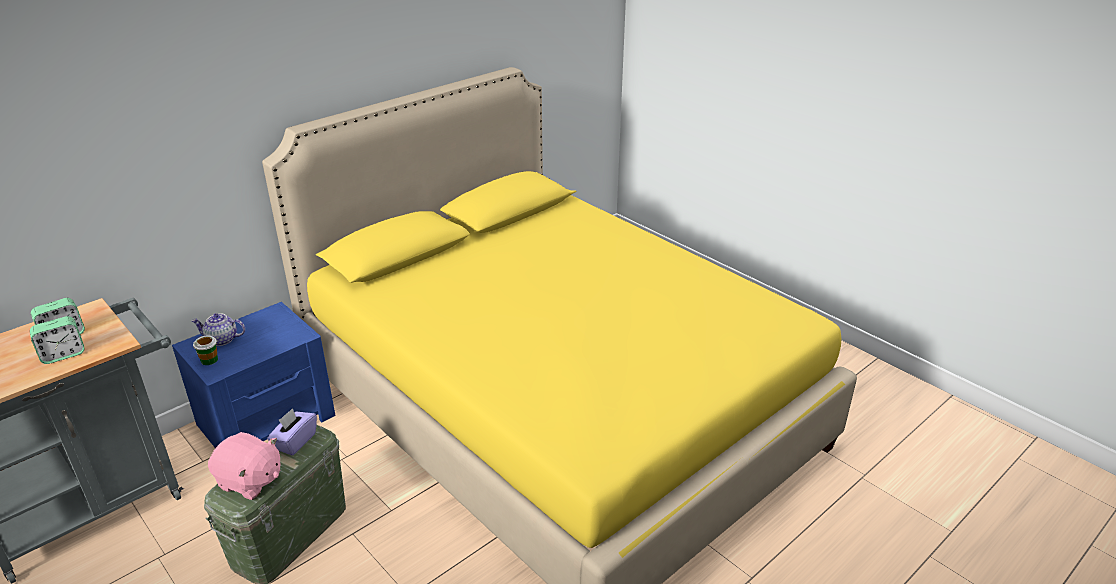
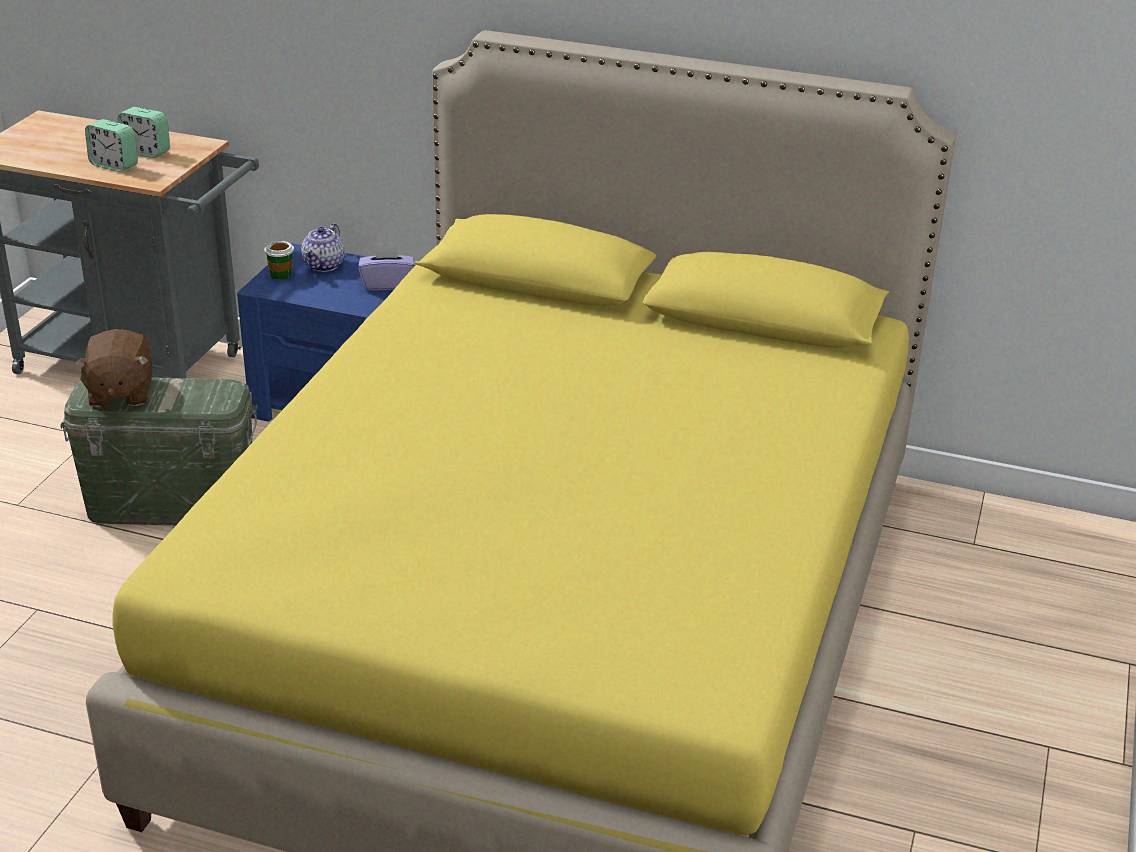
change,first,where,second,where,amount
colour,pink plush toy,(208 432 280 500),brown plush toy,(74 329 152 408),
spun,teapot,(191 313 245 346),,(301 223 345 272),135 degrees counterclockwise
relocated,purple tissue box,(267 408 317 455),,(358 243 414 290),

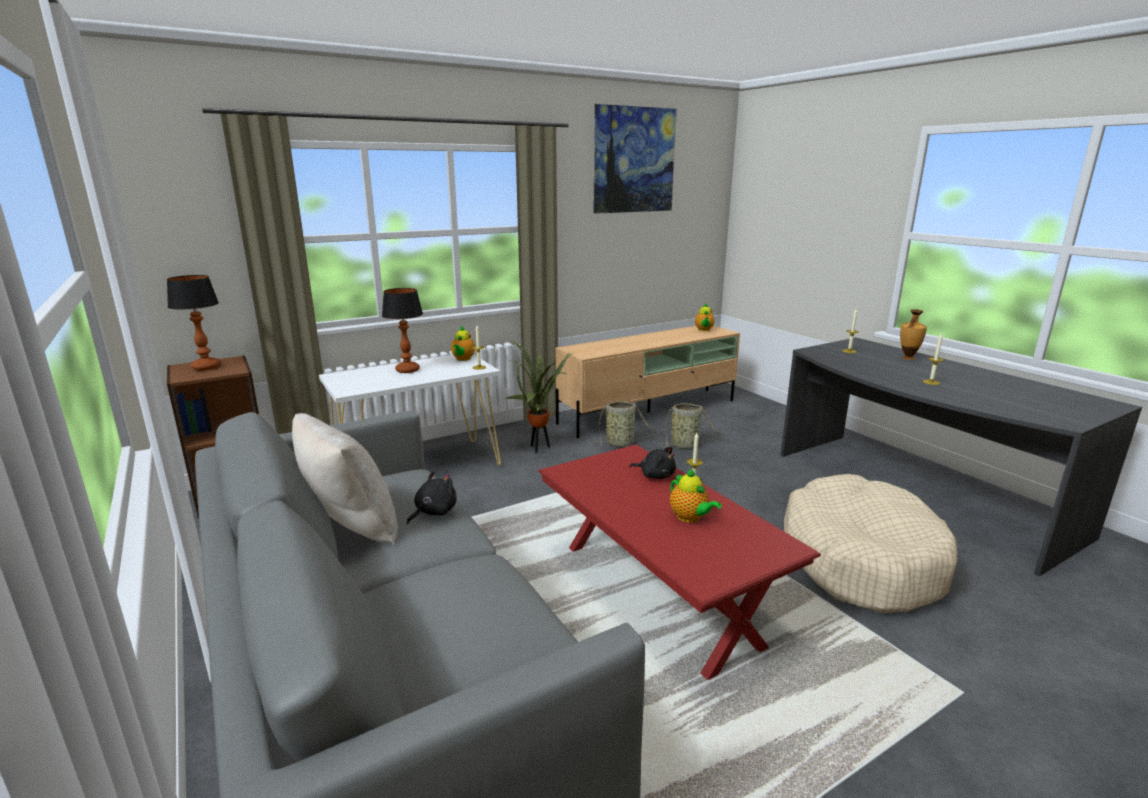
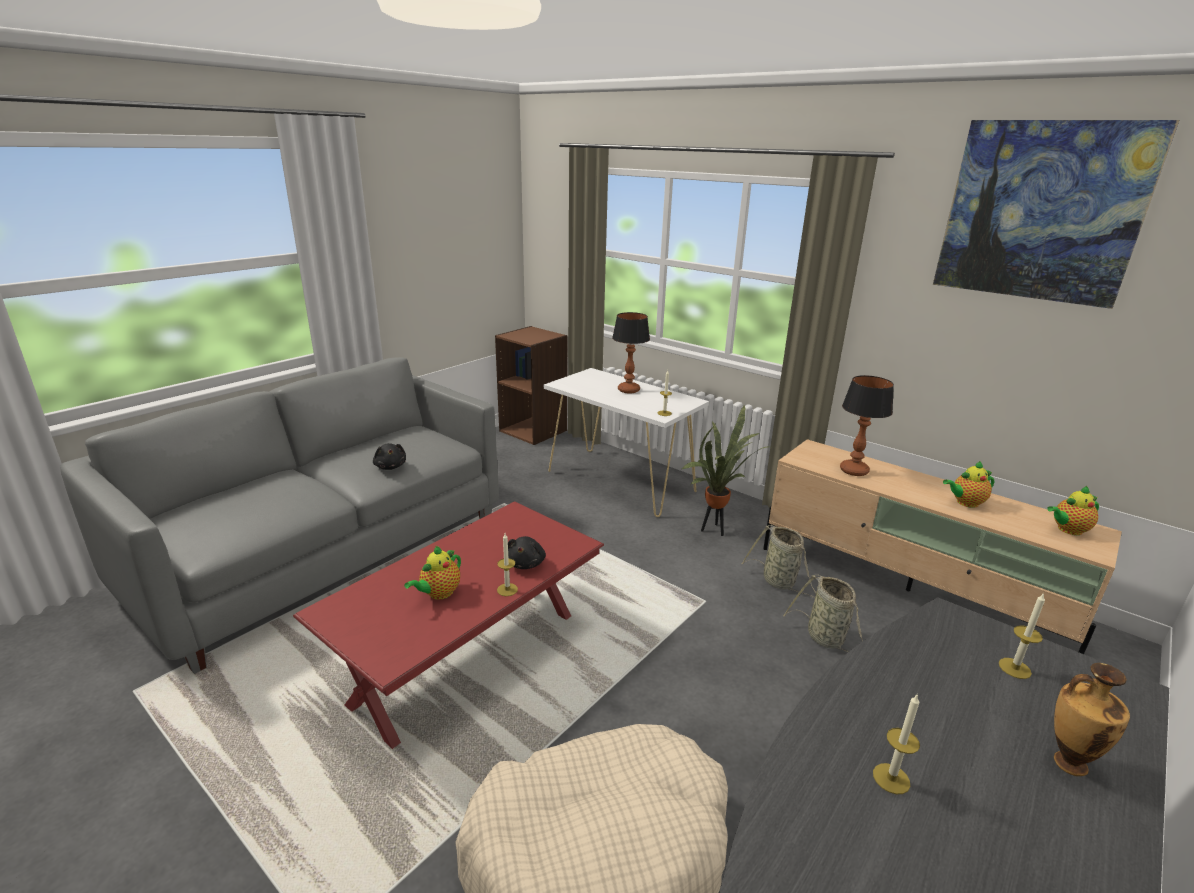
change,first,where,second,where,amount
spun,black plush toy,(407 471 457 524),,(373 443 406 470),45 degrees clockwise
relocated,table lamp,(167 275 221 370),,(840 375 894 476),
relocated,teapot,(451 325 475 361),,(943 461 994 508),
missing,beige pillow,(292 413 398 546),,,

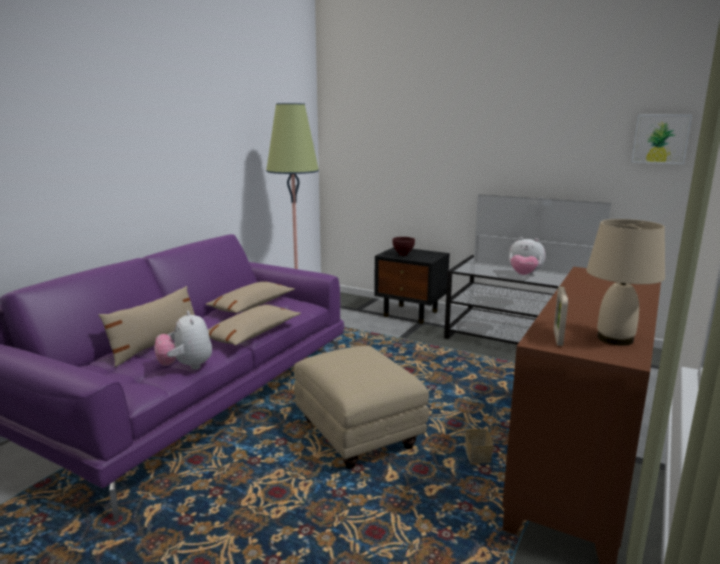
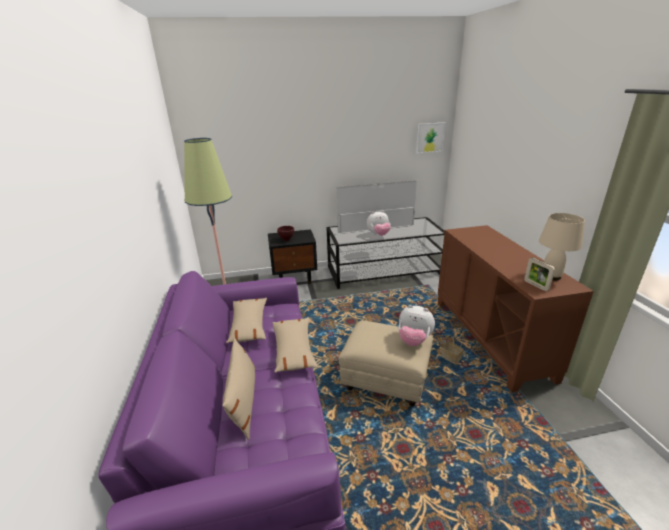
change,first,where,second,where,amount
relocated,plush toy,(154 311 212 370),,(398 305 435 346),

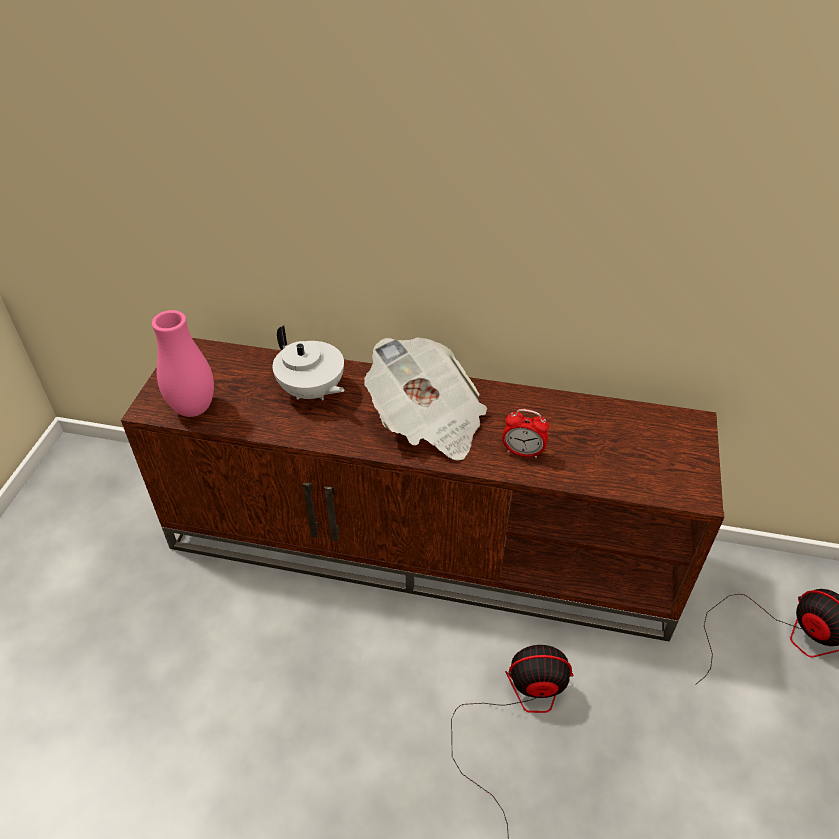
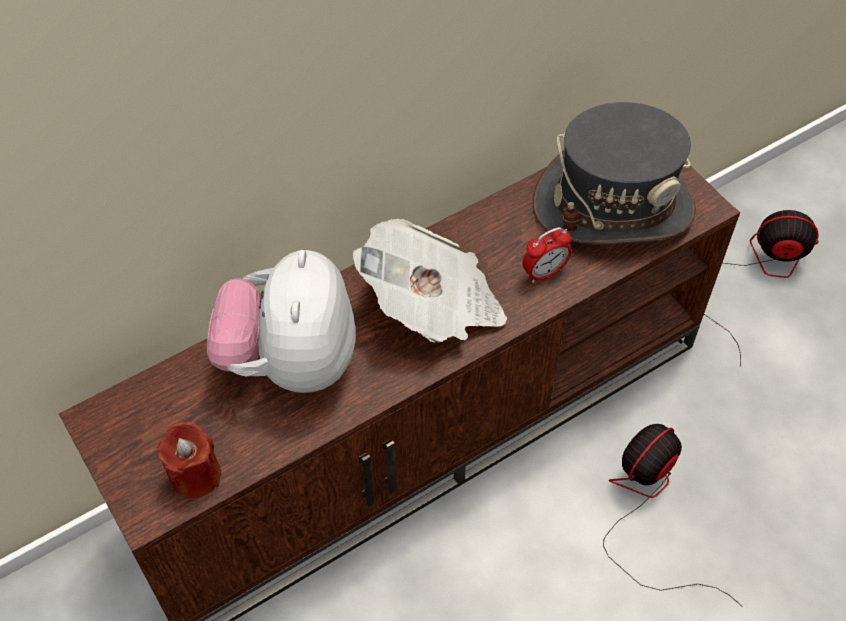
change,first,where,second,where,amount
exchanged,pink vase,(152 310 214 417),red candle,(157 422 221 498),
exchanged,white teapot,(273 325 345 401),plush toy,(207 250 356 393),
appeared,,,grey hat,(533 102 696 245),

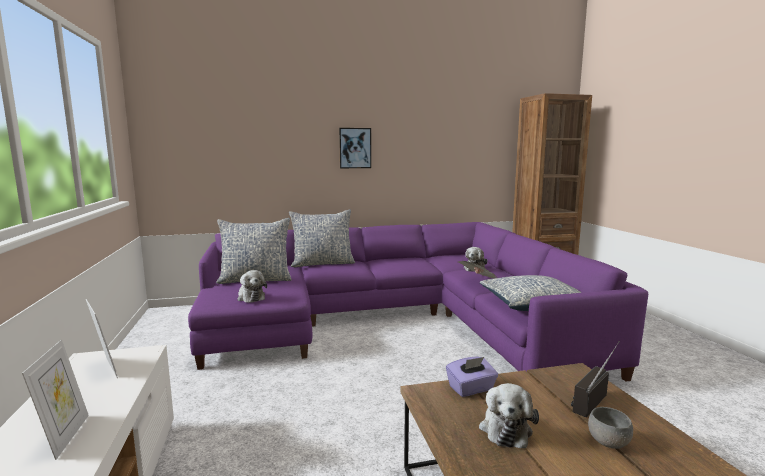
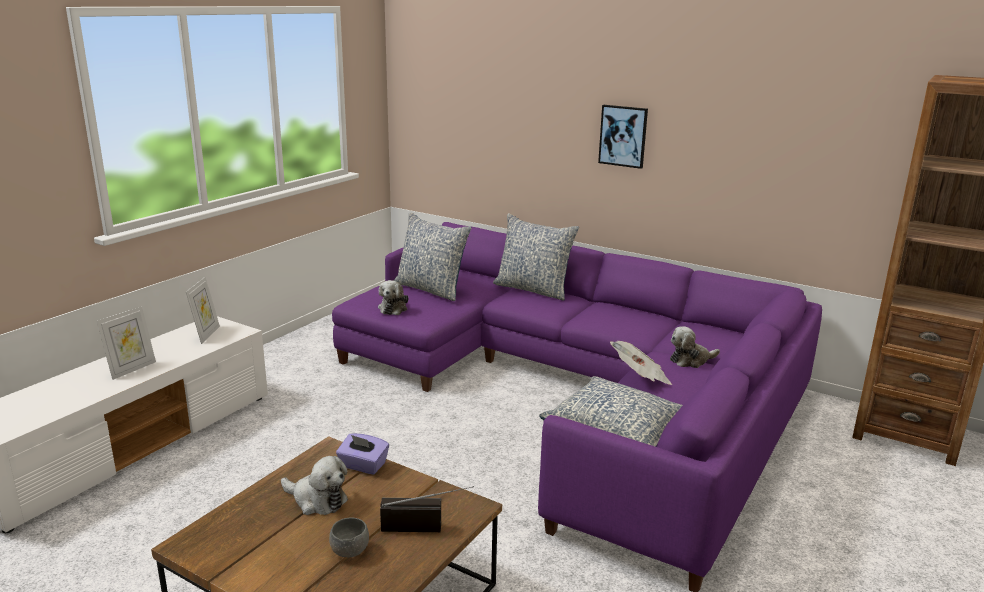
change,first,where,second,where,amount
spun,plush toy,(479 383 539 449),,(281 456 348 515),120 degrees counterclockwise

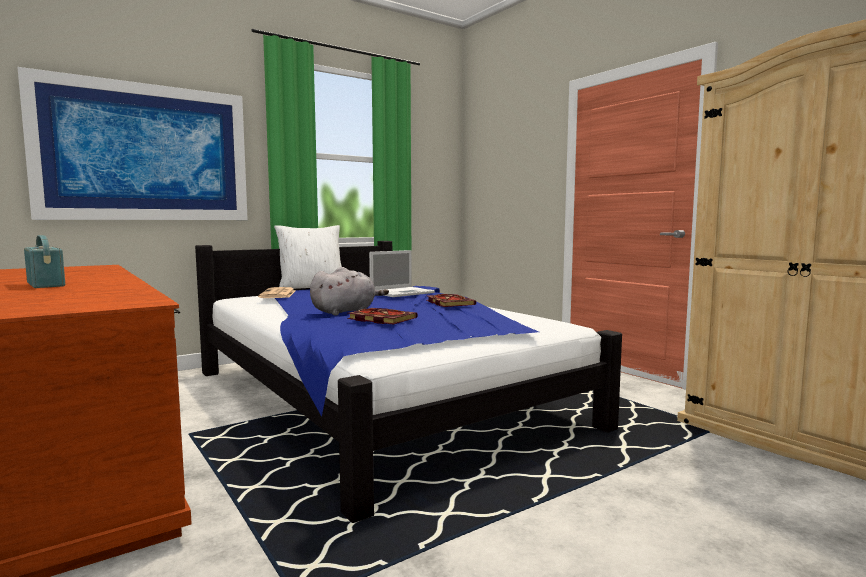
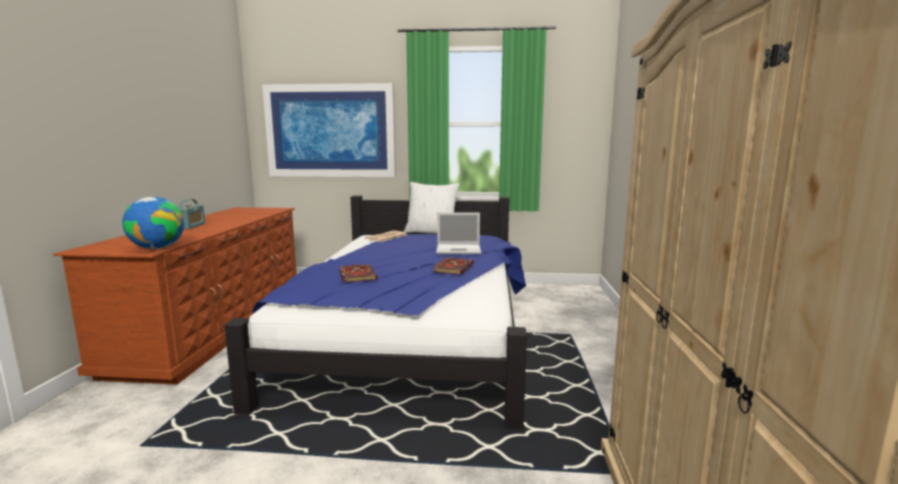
change,first,where,second,where,amount
appeared,,,globe,(122 197 184 249),
missing,grey plush toy,(310 267 389 315),,,

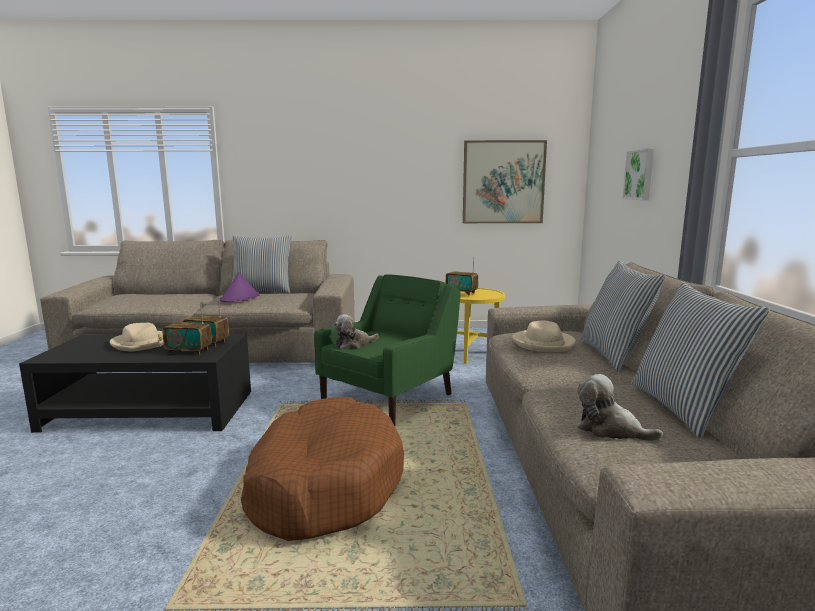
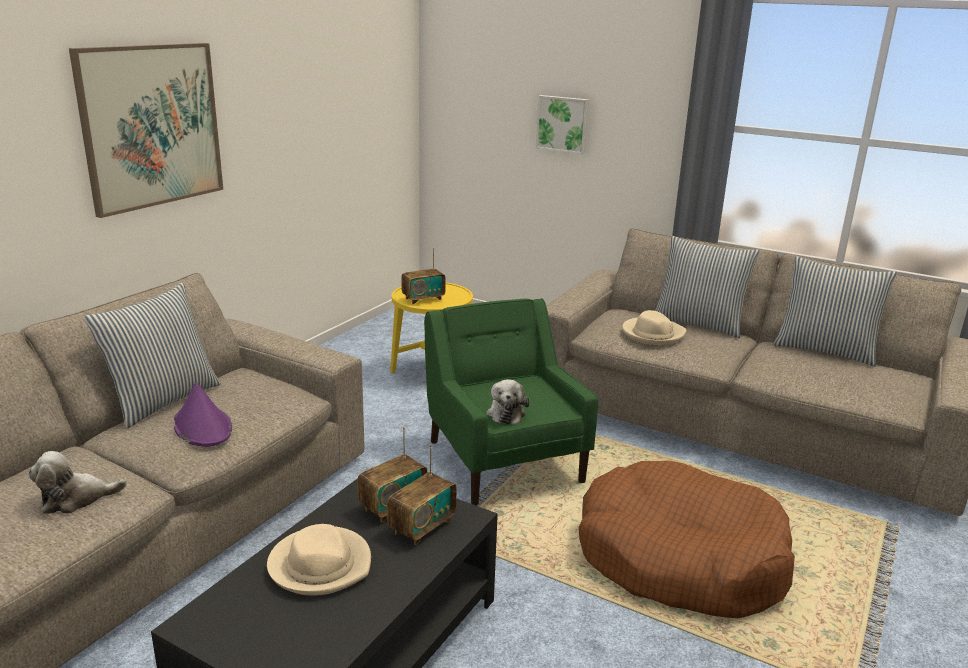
change,first,where,second,where,amount
relocated,plush toy,(577 374 663 441),,(29 451 127 514),
relocated,picture,(463 140 547 223),,(69 43 223 218),

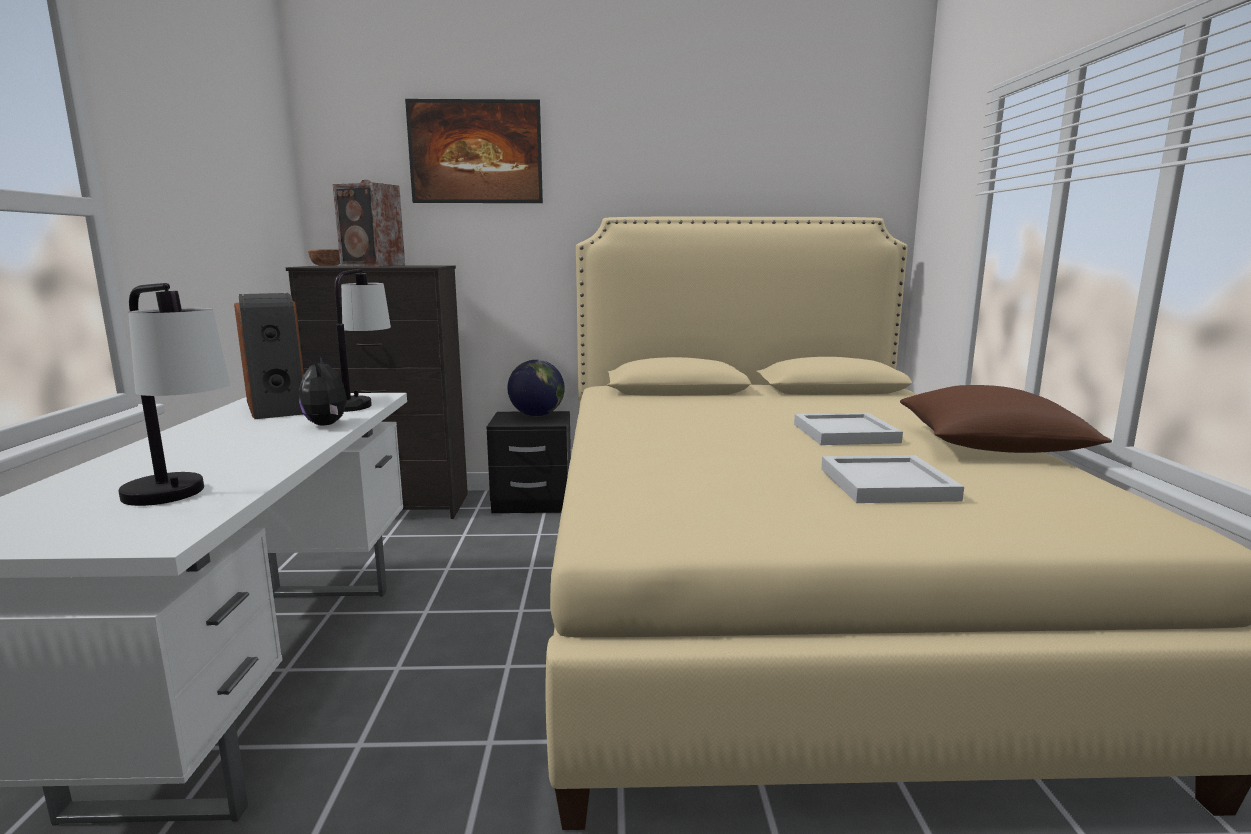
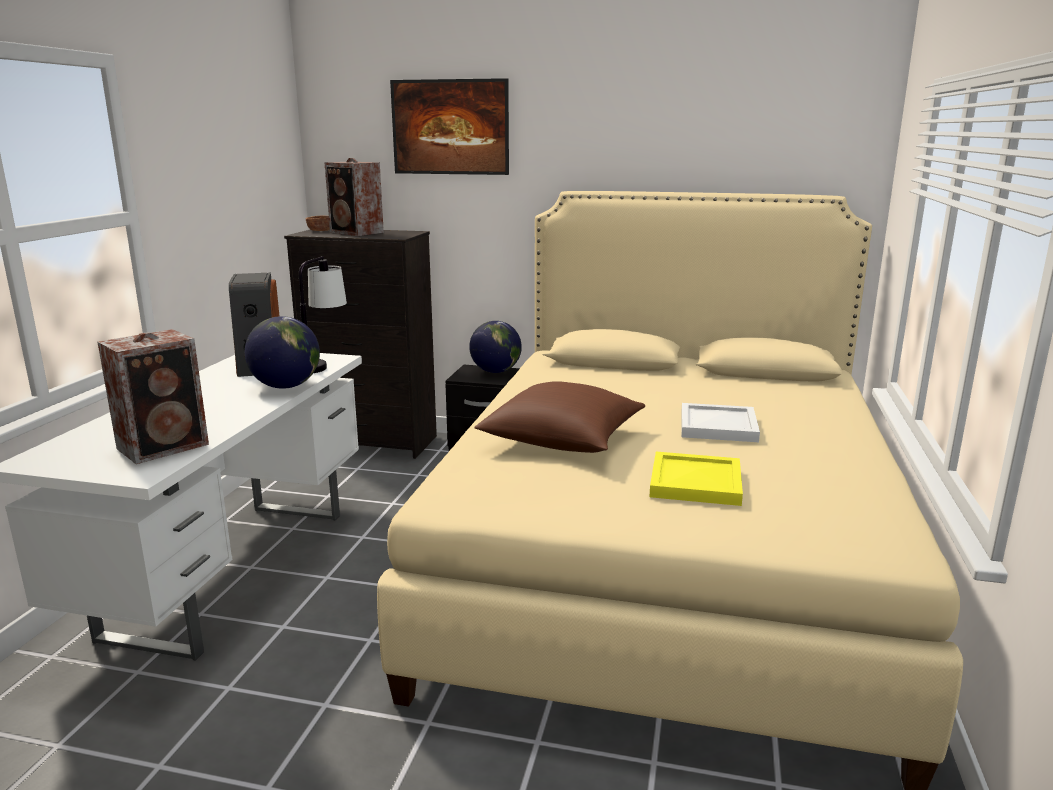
change,first,where,second,where,amount
exchanged,table lamp,(119 283 230 506),speaker,(98 329 209 464),
exchanged,plush toy,(299 355 364 425),globe,(245 316 320 389),
relocated,brown pillow,(900 385 1112 453),,(474 381 645 453),
colour,white tray,(821 455 964 503),yellow tray,(649 452 743 506),

